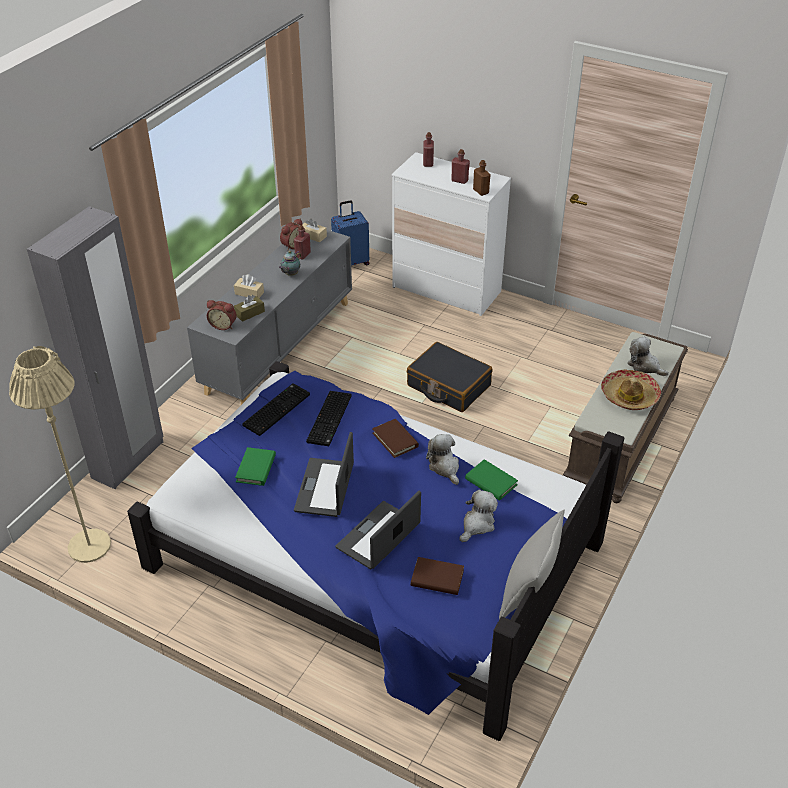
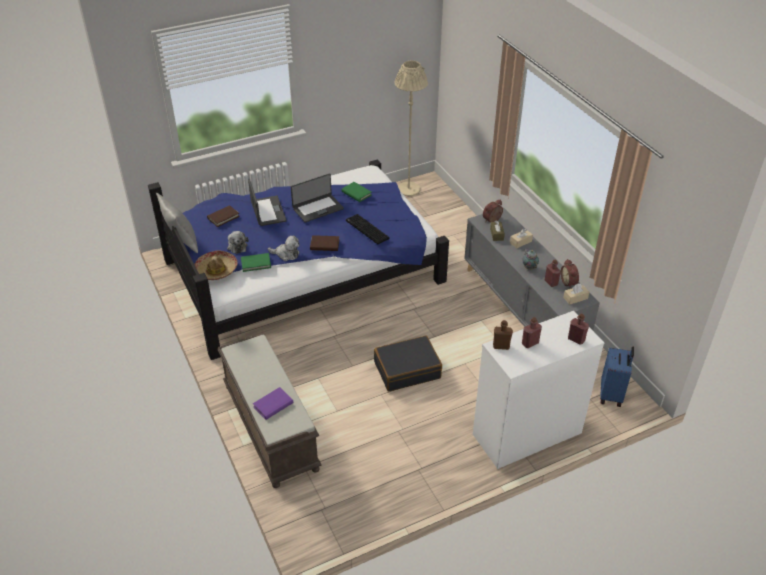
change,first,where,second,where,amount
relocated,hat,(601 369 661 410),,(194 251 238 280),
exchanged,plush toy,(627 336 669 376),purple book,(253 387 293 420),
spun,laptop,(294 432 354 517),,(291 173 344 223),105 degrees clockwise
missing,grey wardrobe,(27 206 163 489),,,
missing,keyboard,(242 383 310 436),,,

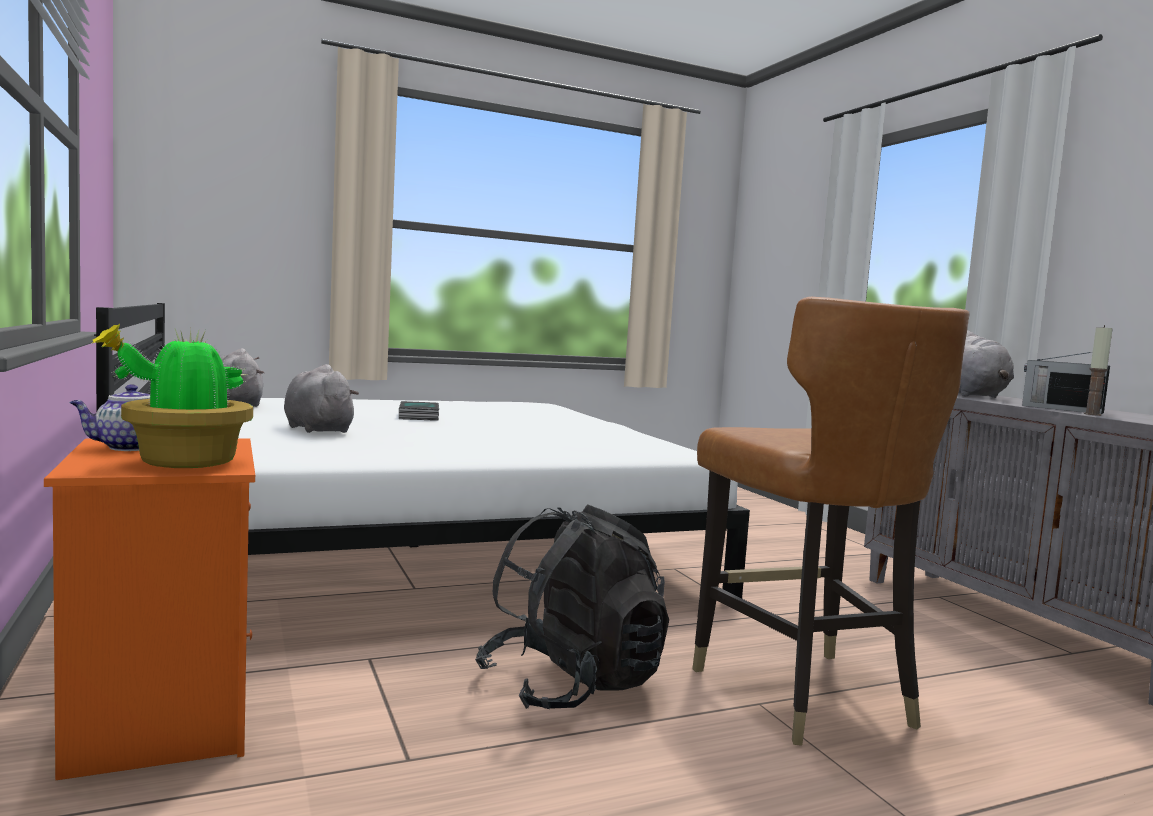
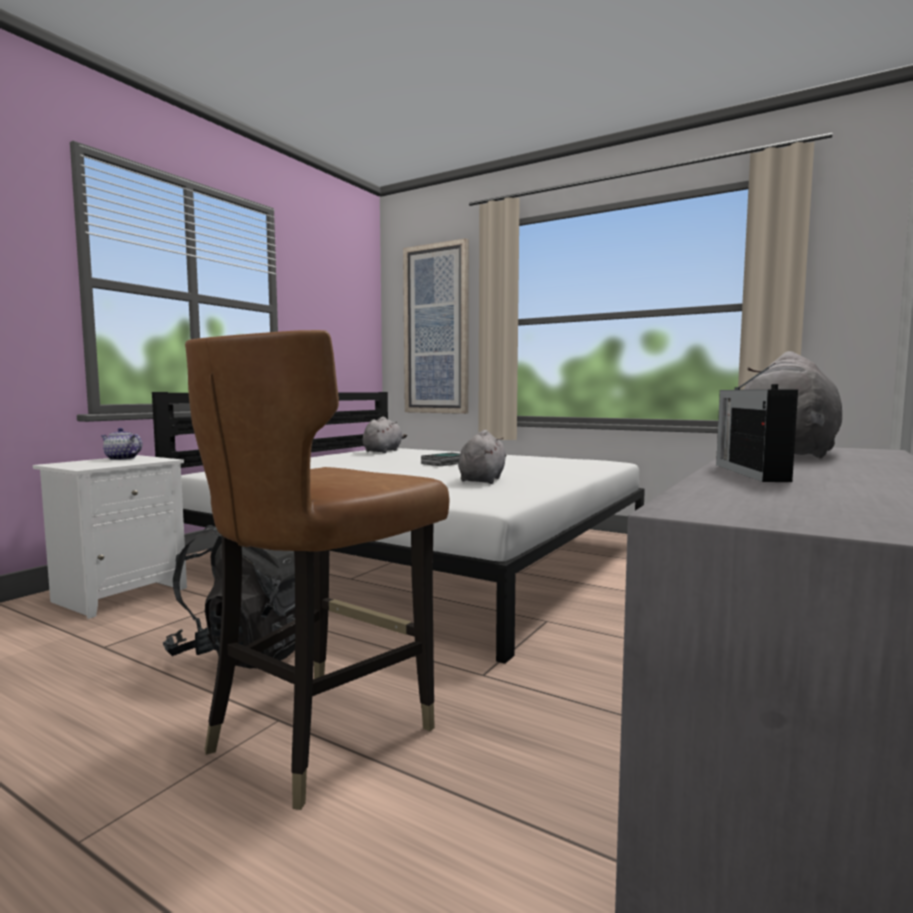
change,first,where,second,where,amount
colour,orange nightstand,(44 438 255 780),white nightstand,(33 455 187 619),
appeared,,,picture,(403 238 469 414),
relocated,grey plush toy,(284 364 359 433),,(458 430 506 484),
missing,potted plant,(93 323 253 468),,,
missing,candle,(1084 325 1113 416),,,

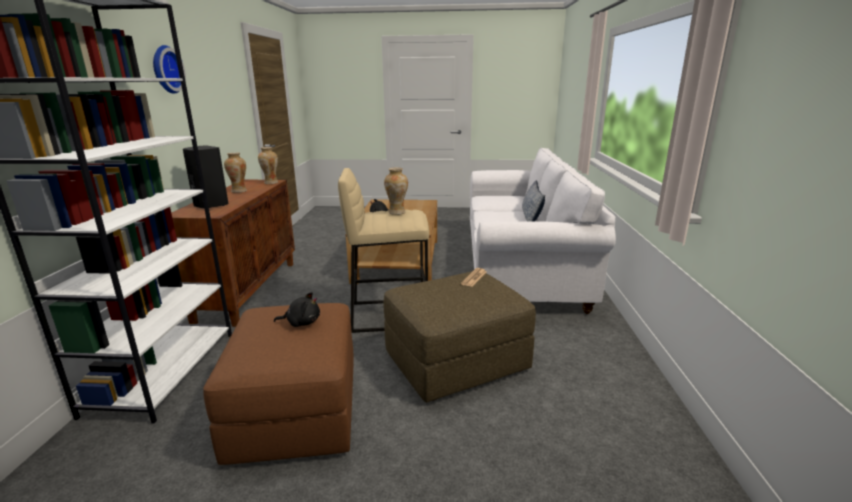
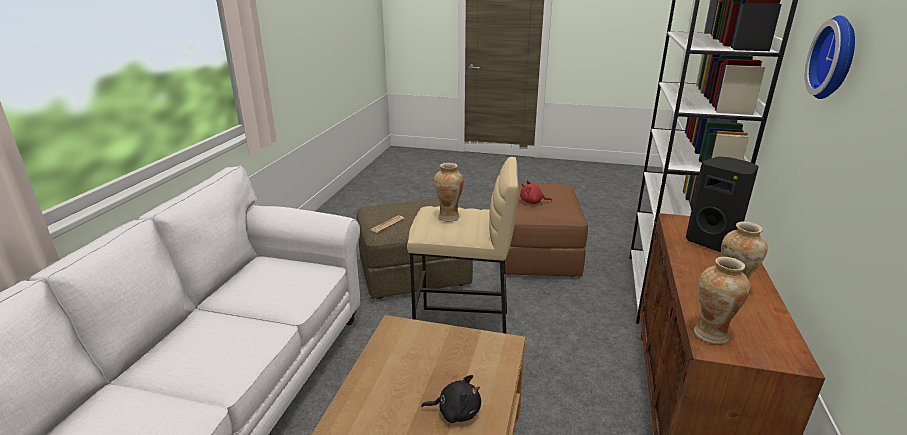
change,first,where,second,where,amount
colour,black plush toy,(274 292 320 327),red plush toy,(520 180 552 204),
missing,pillow,(522 180 545 221),,,

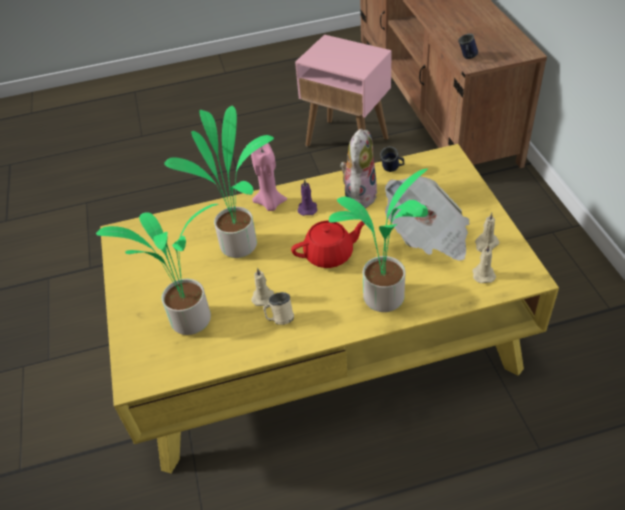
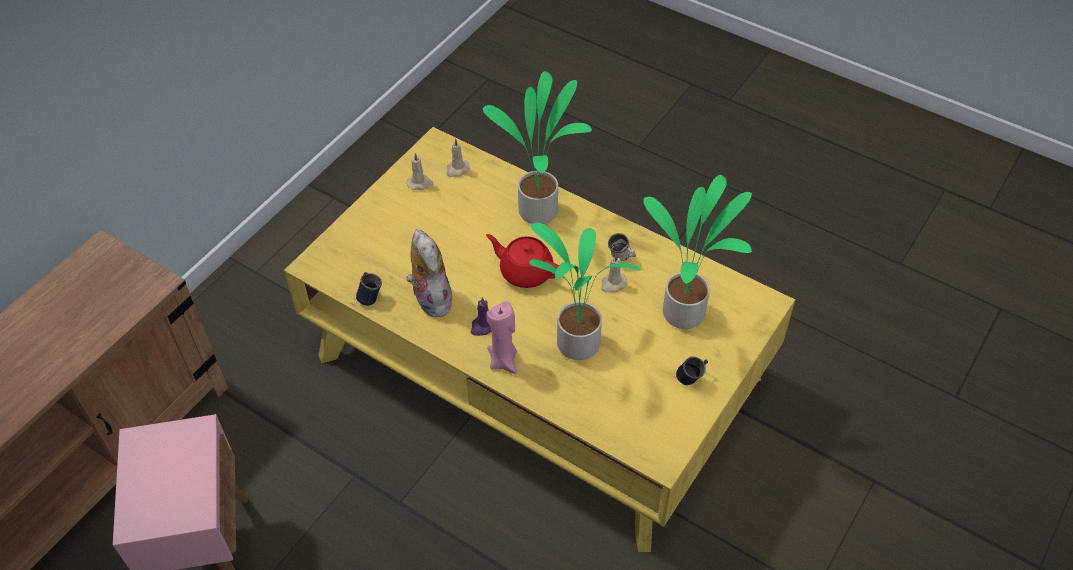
change,first,where,second,where,amount
spun,plush toy,(340 129 377 208),,(406 229 454 317),90 degrees clockwise
relocated,blue mug,(458 33 478 59),,(676 357 708 385),
missing,newspaper,(385 176 470 261),,,

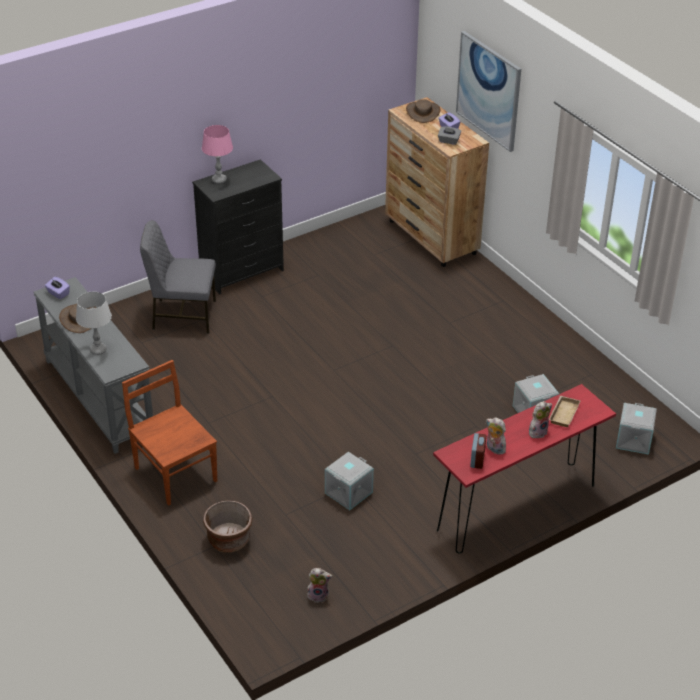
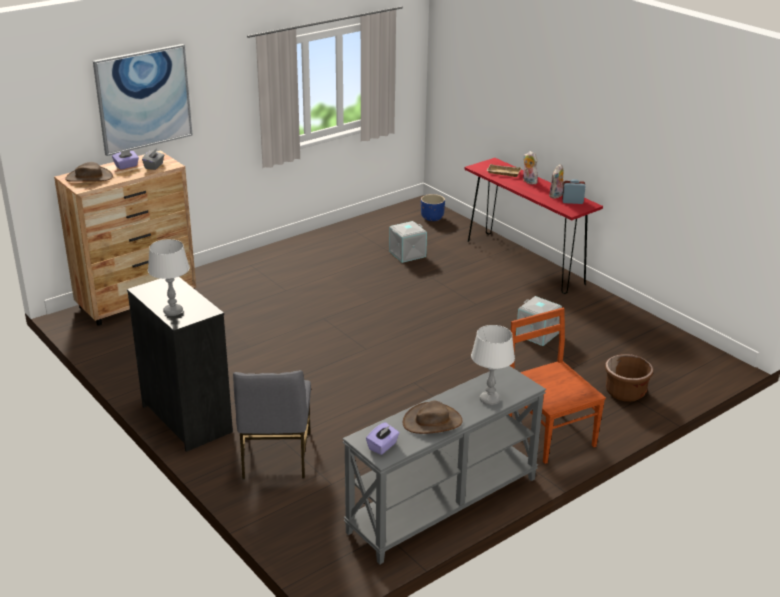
change,first,where,second,where,amount
colour,pink table lamp,(202 125 233 184),grey table lamp,(148 239 190 316),
exchanged,grey storage box,(616 403 657 455),blue planter,(421 194 445 221),
spun,brown chair,(122 360 217 506),,(509 308 606 464),105 degrees clockwise
missing,plush toy,(307 568 332 603),,,

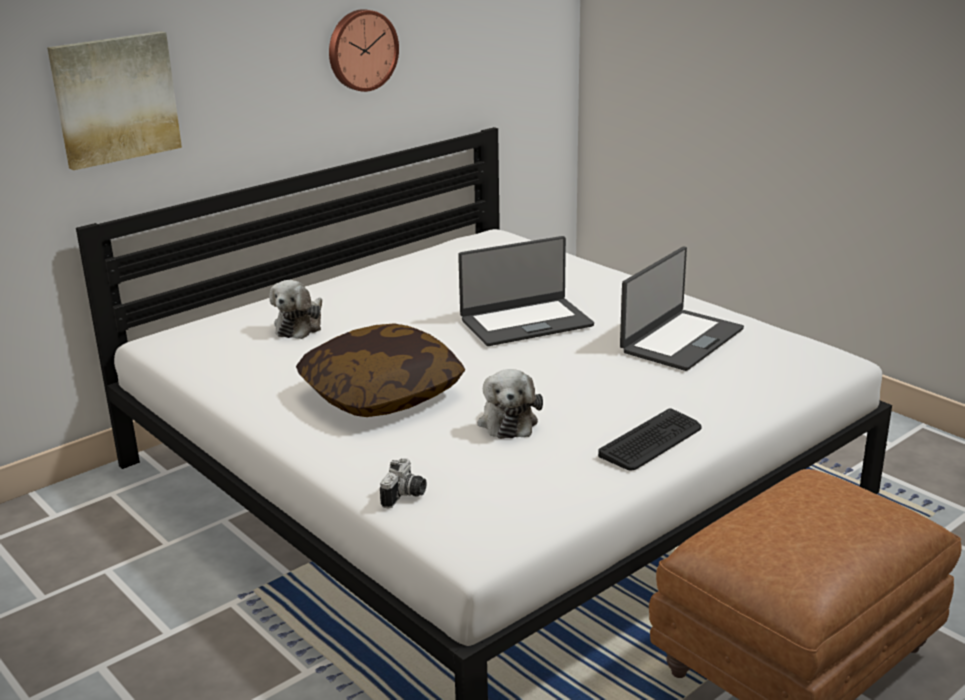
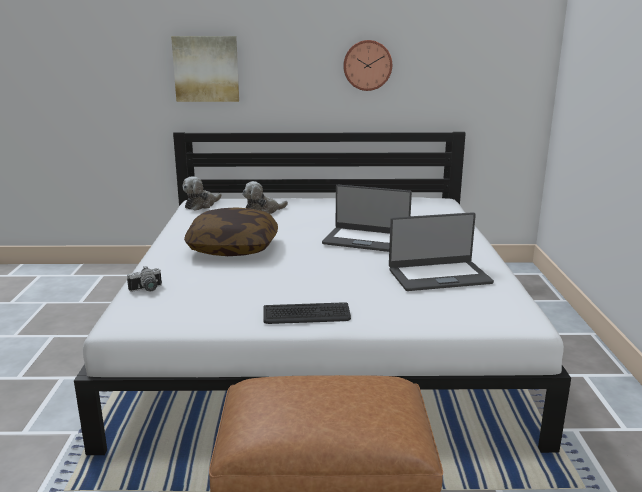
change,first,where,second,where,amount
relocated,plush toy,(477 369 543 439),,(182 176 222 211),

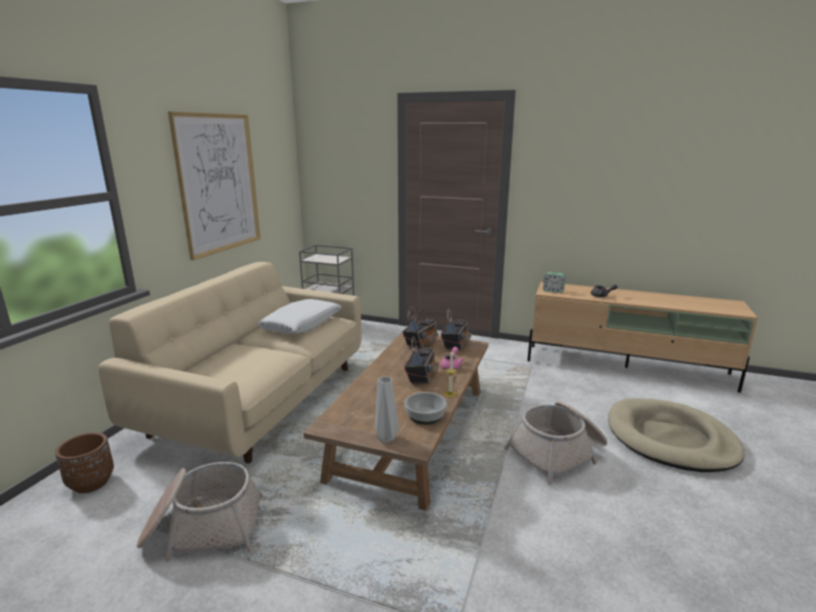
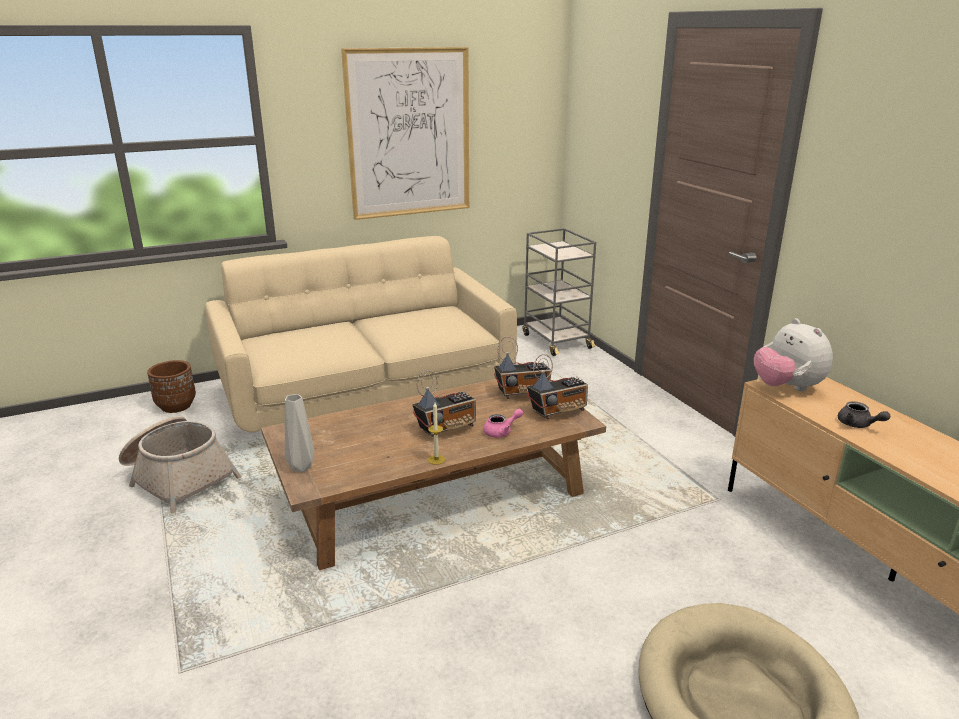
change,first,where,second,where,amount
exchanged,alarm clock,(543 272 566 293),plush toy,(754 318 833 391),
missing,white pillow,(257 299 342 334),,,
missing,bowl,(405 392 447 425),,,
missing,basket,(504 401 607 485),,,

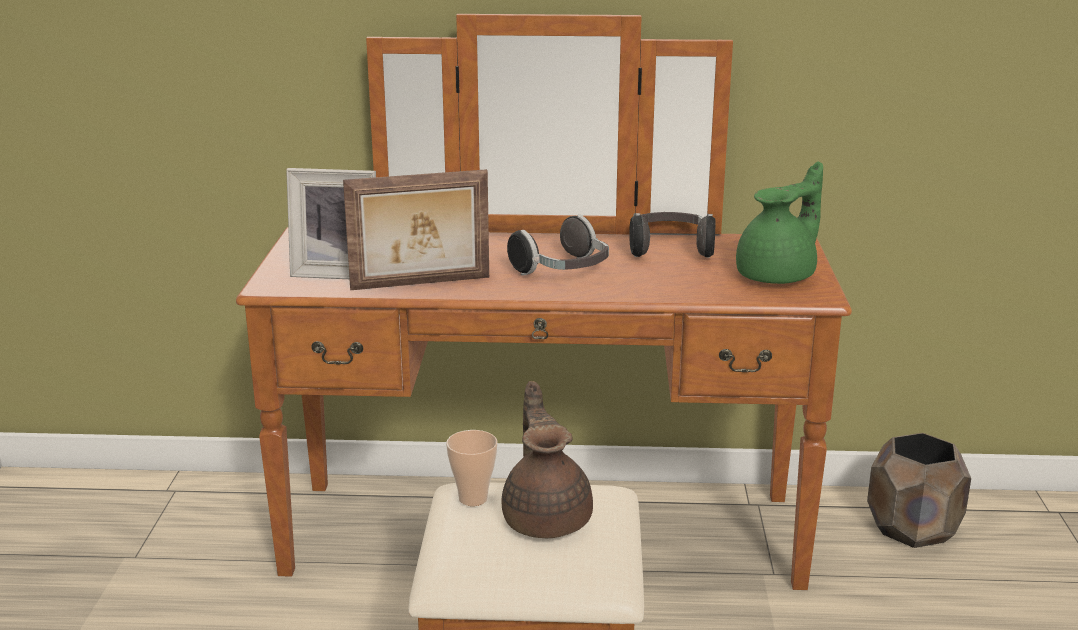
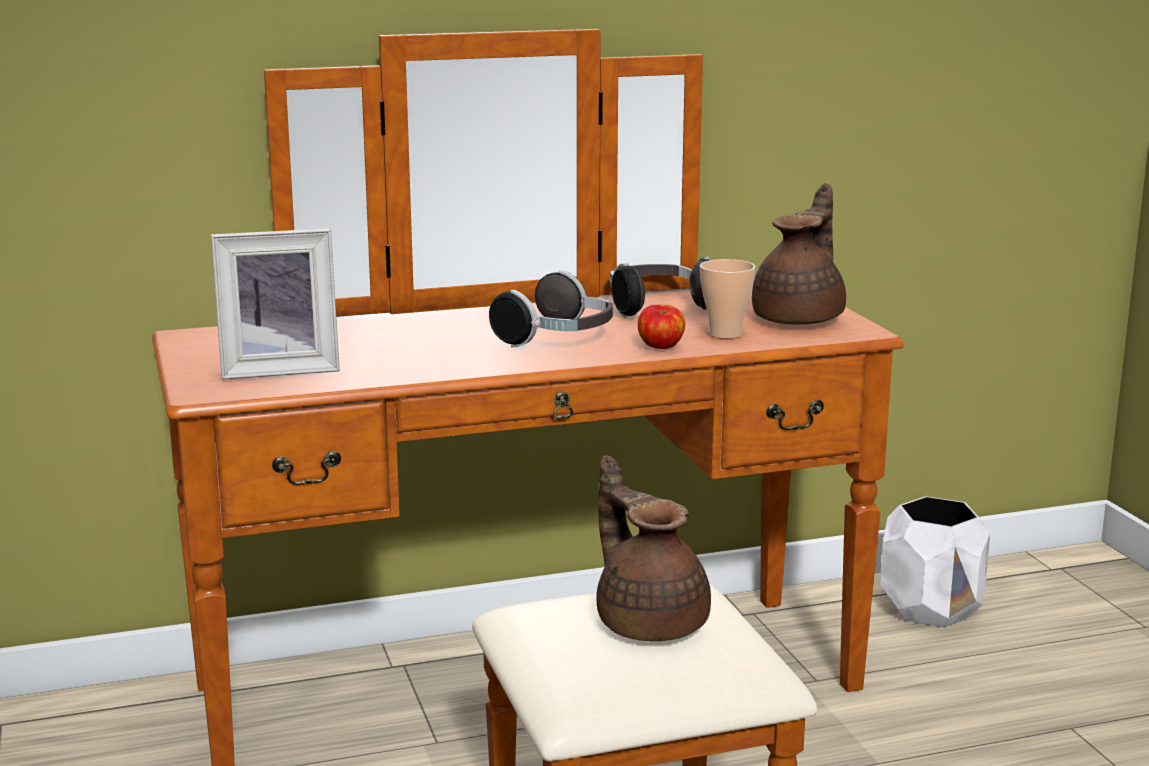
change,first,where,second,where,amount
appeared,,,apple,(638 305 685 349),
relocated,cup,(446 430 498 506),,(700 259 756 339),
colour,green teapot,(736 161 823 284),brown teapot,(752 183 846 324),
colour,brown planter,(867 433 971 548),white planter,(880 496 990 627),
missing,picture frame,(343 169 489 290),,,

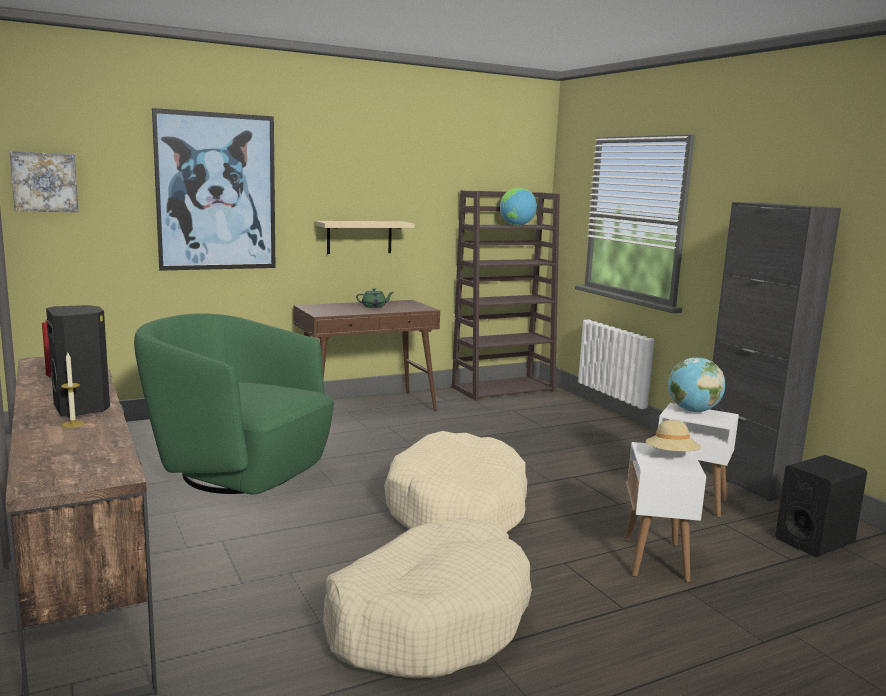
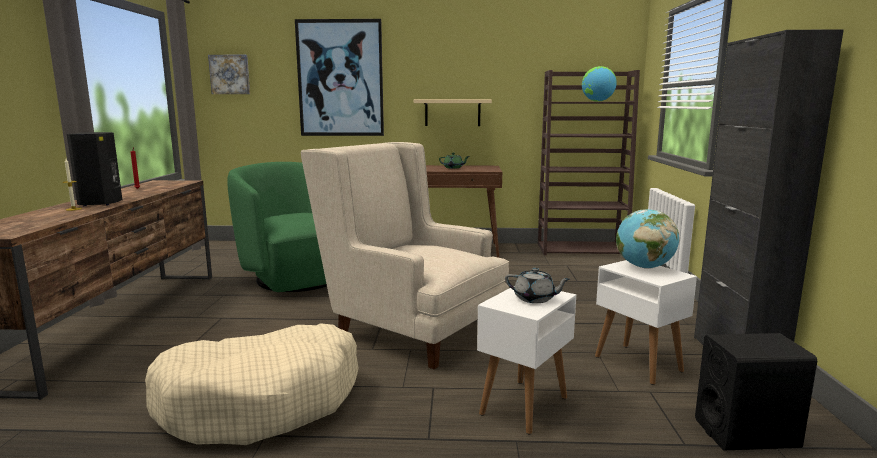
change,first,where,second,where,amount
exchanged,beige dog bed,(384 431 527 532),beige armchair,(301 142 509 369),
exchanged,beige hat,(646 420 701 451),grey teapot,(505 268 570 303),

